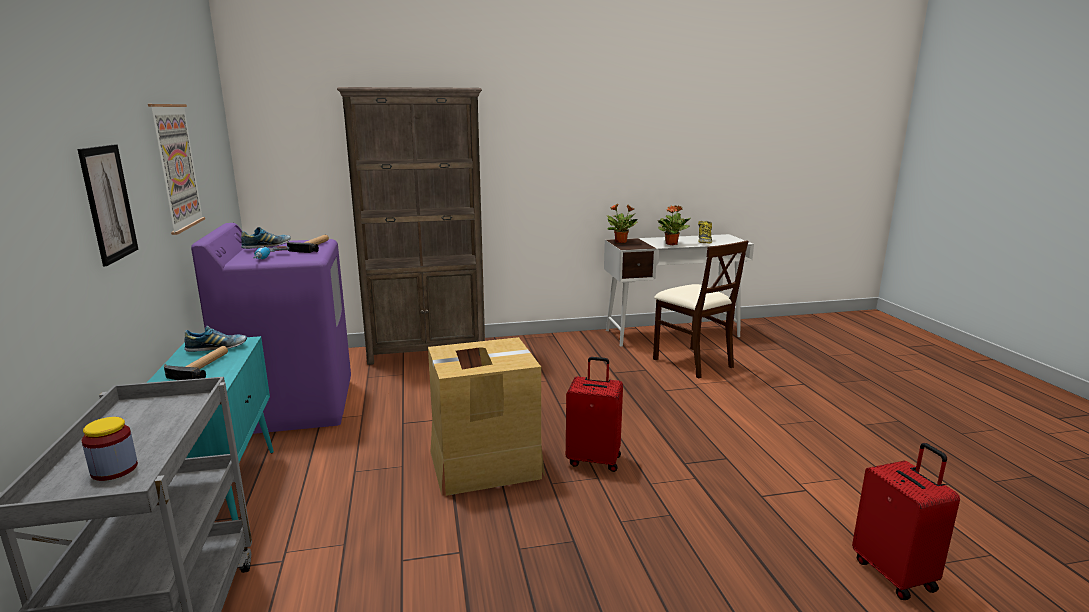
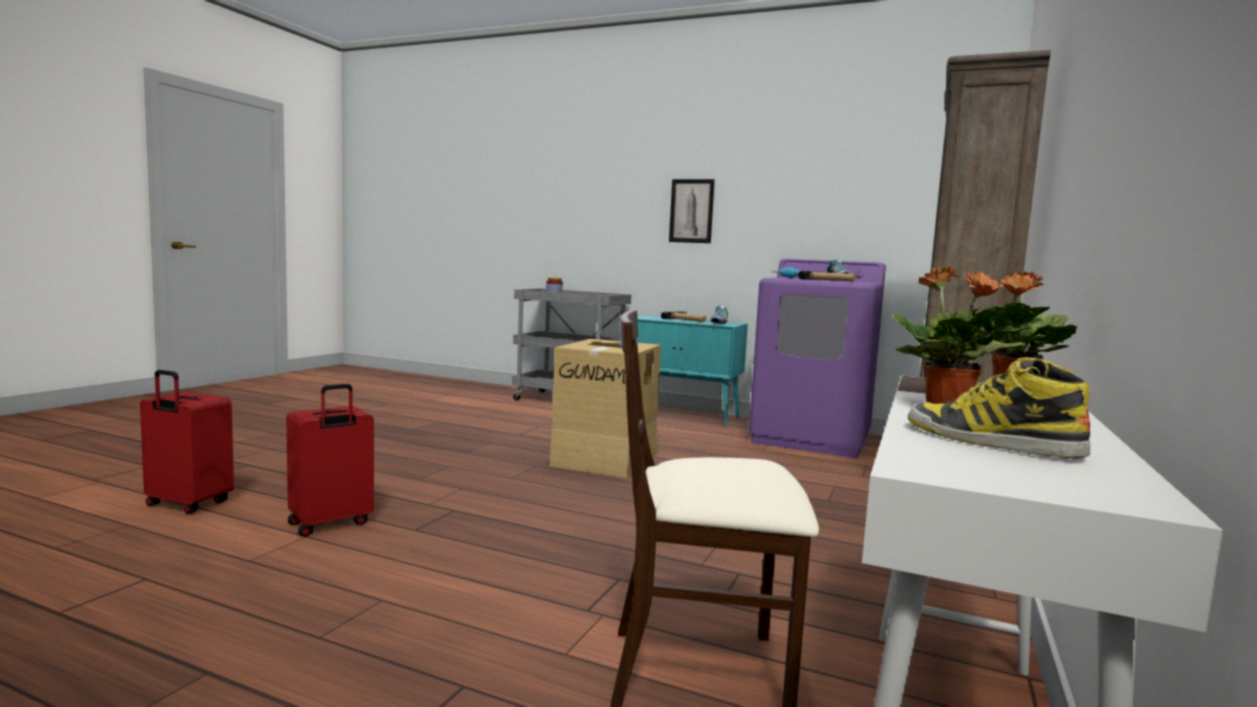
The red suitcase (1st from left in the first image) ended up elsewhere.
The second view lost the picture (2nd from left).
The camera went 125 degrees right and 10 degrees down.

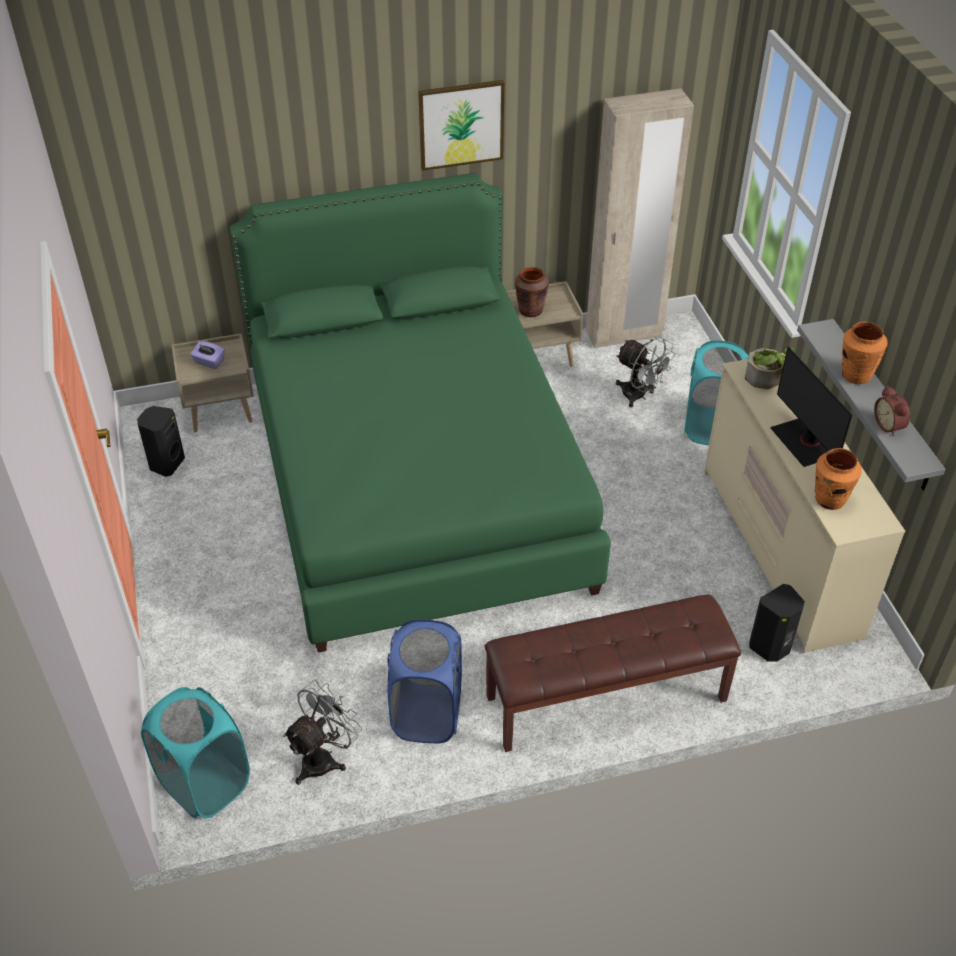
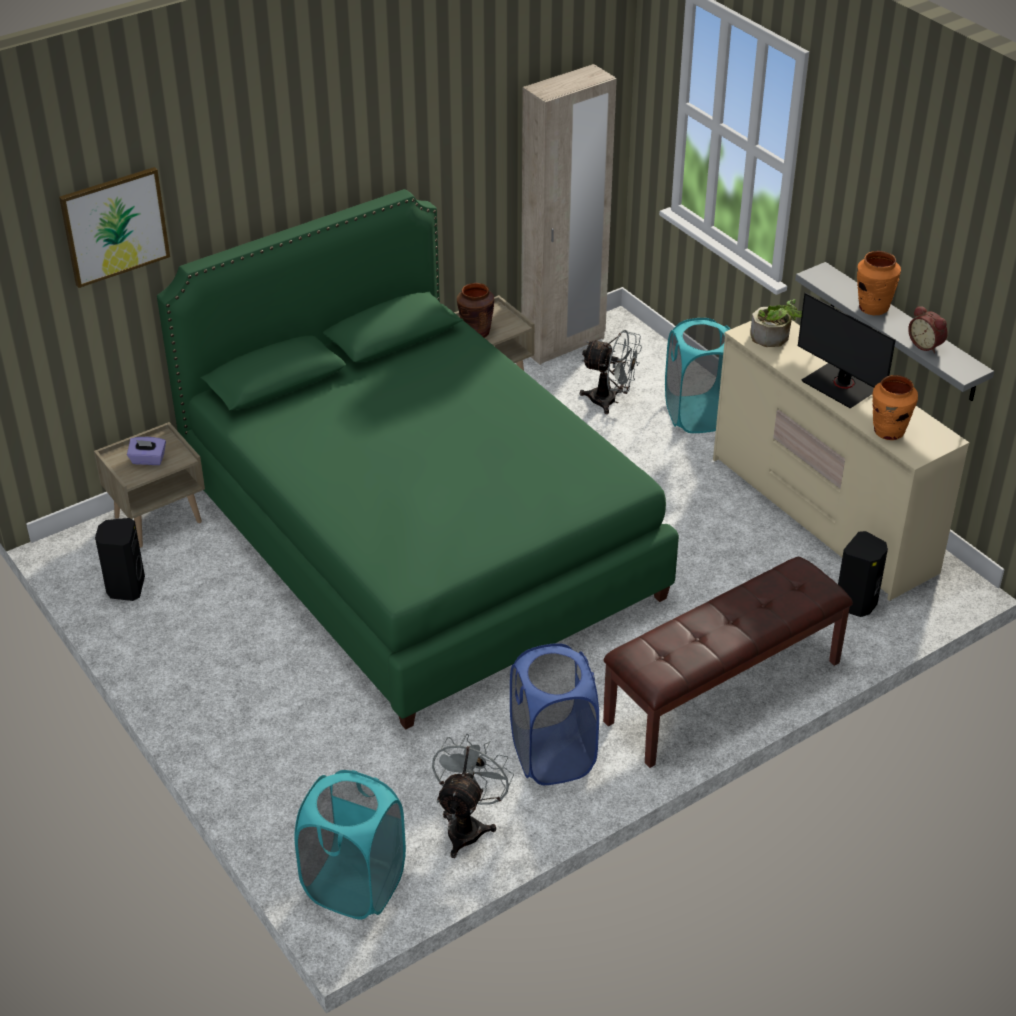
The picture ended up elsewhere.
The camera went 20 degrees left and 5 degrees down.

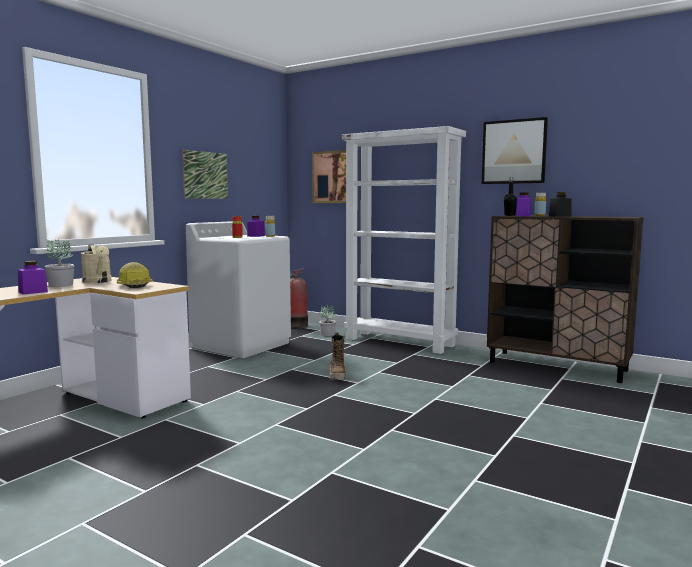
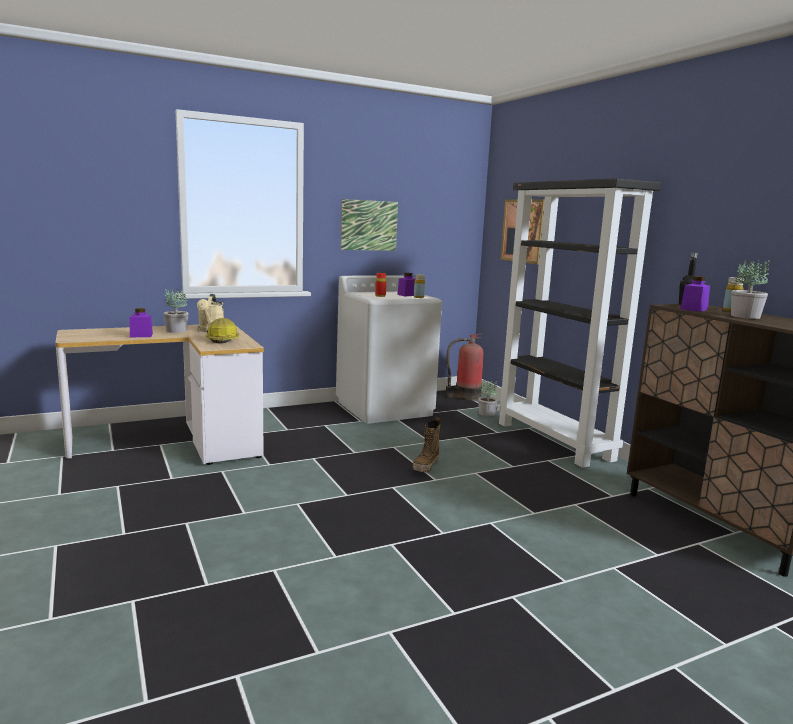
What was the white bookcase turned into the black bookcase.
Where the black jar stood, the potted plant (3rd from left) came to stand.
The second view lost the picture (3rd from left).
The camera went 30 degrees right and 5 degrees up.

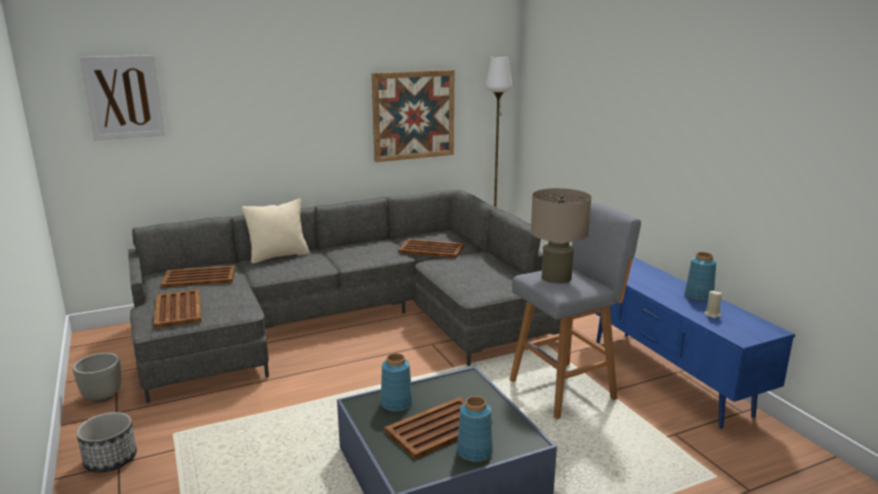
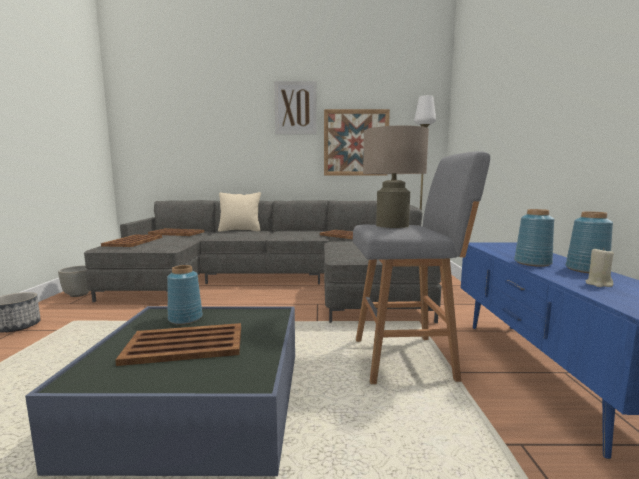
The picture (1st from left) ended up elsewhere.
The blue vase (2nd from left) ended up elsewhere.
The camera went 25 degrees right and 10 degrees down.

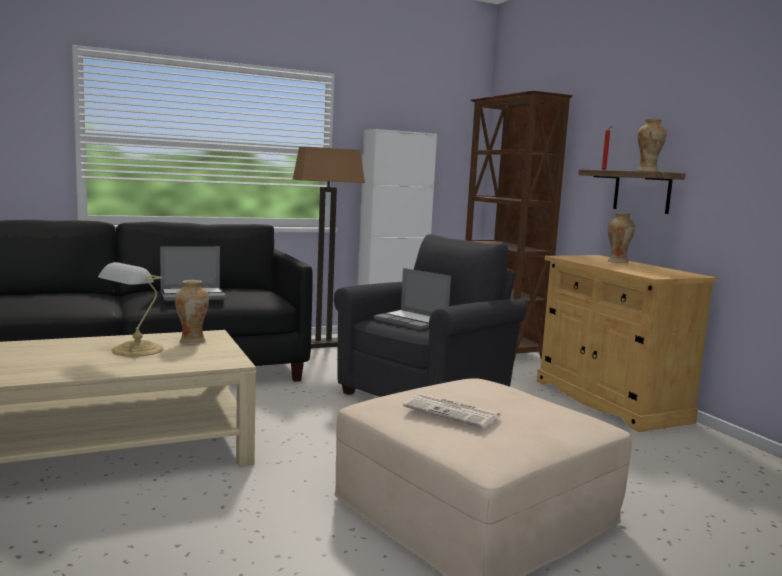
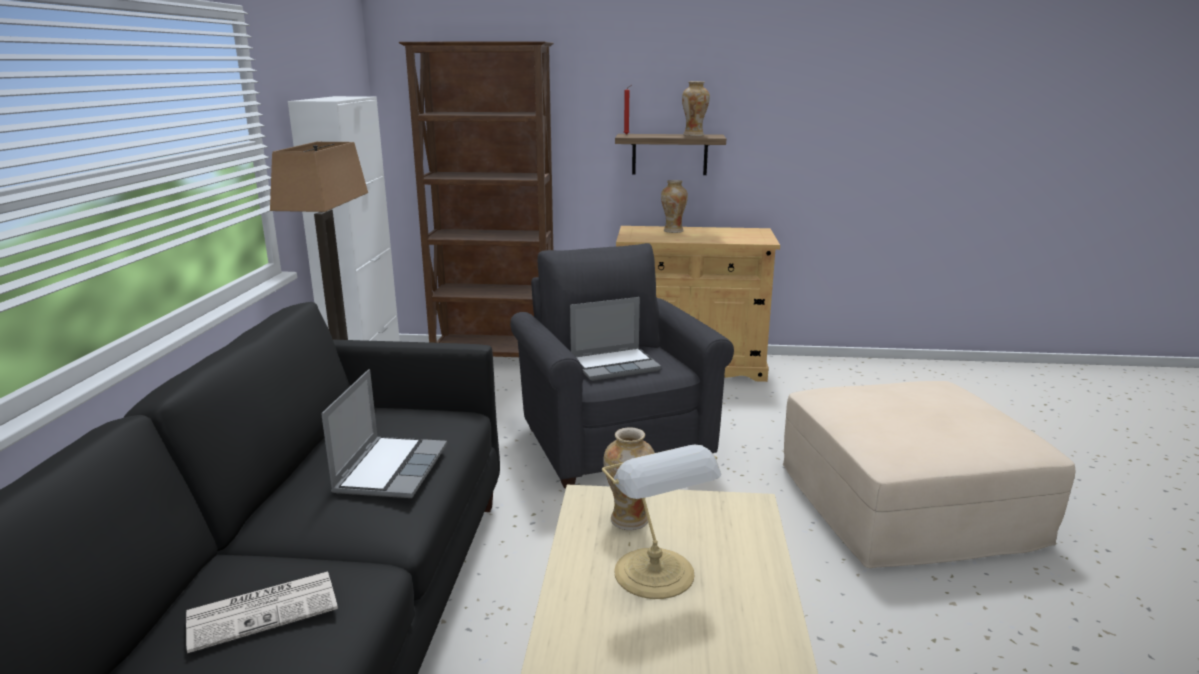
The newspaper ended up elsewhere.
The camera went 60 degrees left and 10 degrees up.

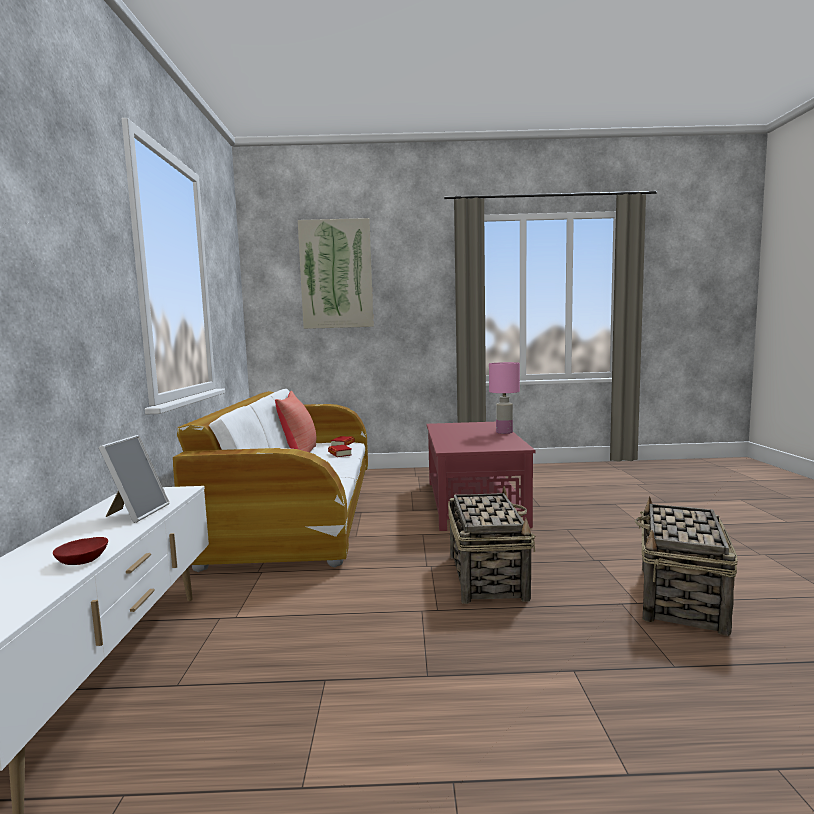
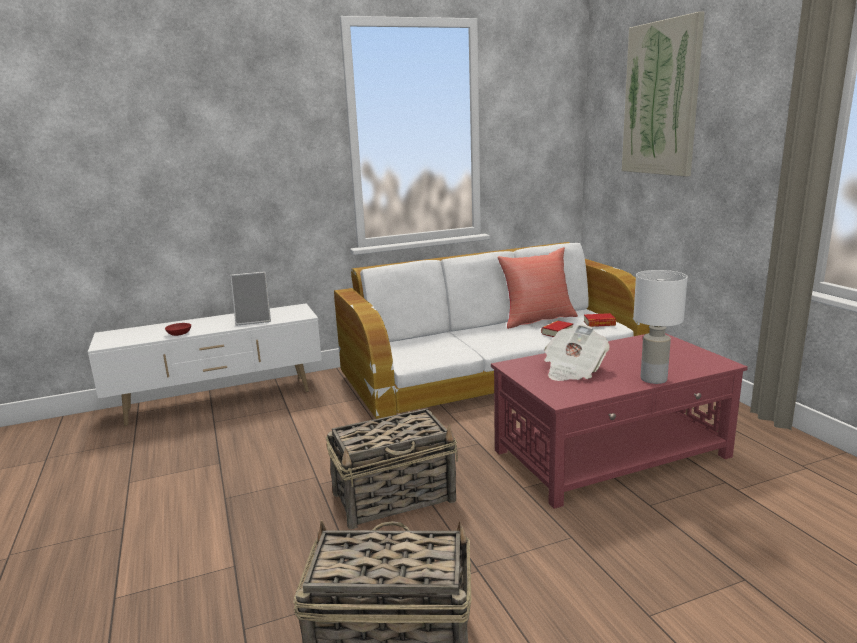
The second view gained the newspaper.
What was the pink table lamp turned into the white table lamp.
The camera went 70 degrees right and 10 degrees up.

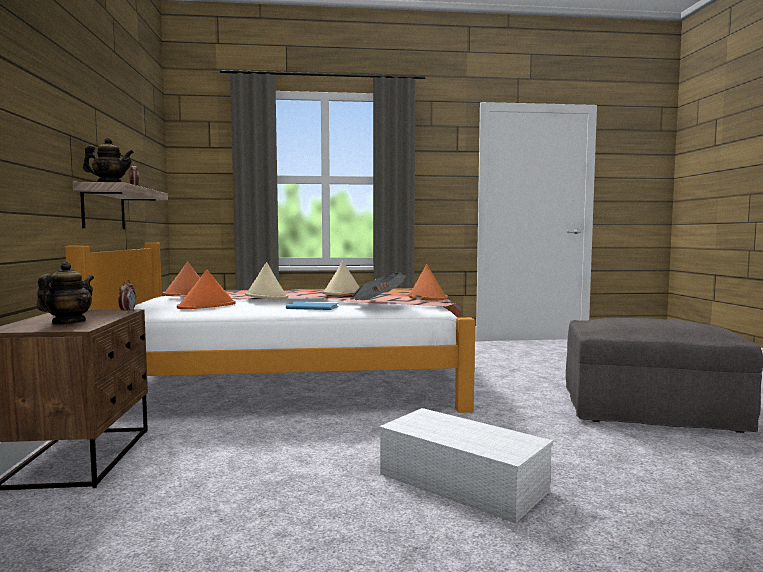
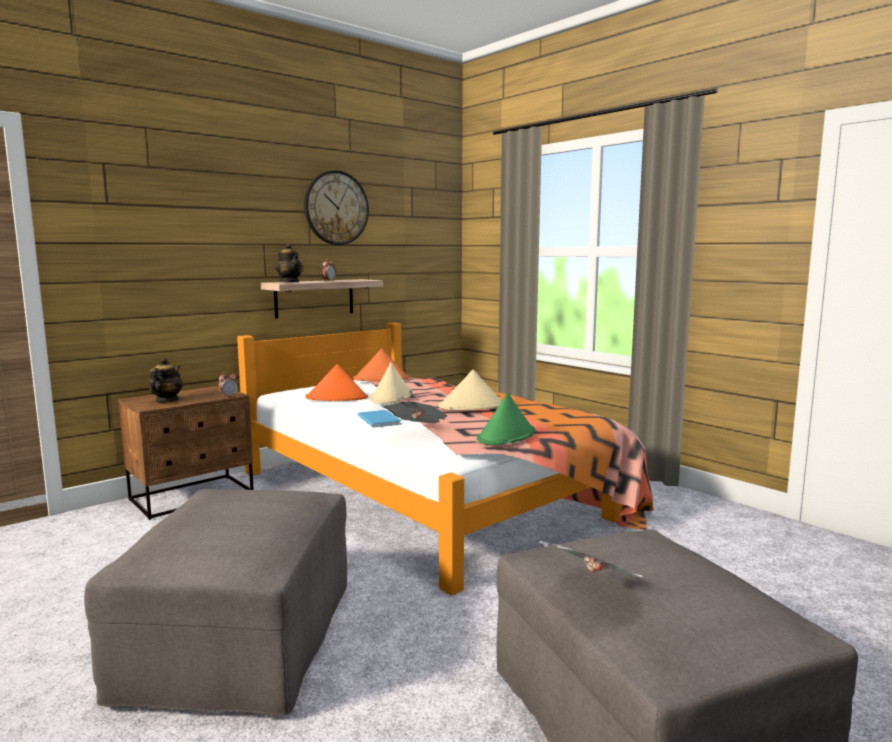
Where the white storage box stood, the grey ottoman (1st from left) came to stand.
The teapot (1st from left) ended up facing another way, 60 degrees counterclockwise from before.
The second view gained the wall clock.
What was the orange hat (3rd from left) turned into the green hat.
The second view gained the newspaper (2nd from left).
The camera went 55 degrees right and 5 degrees up.

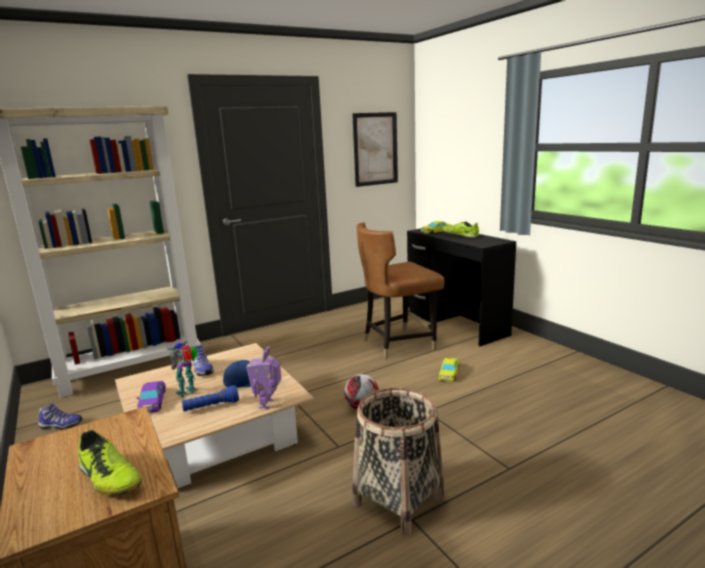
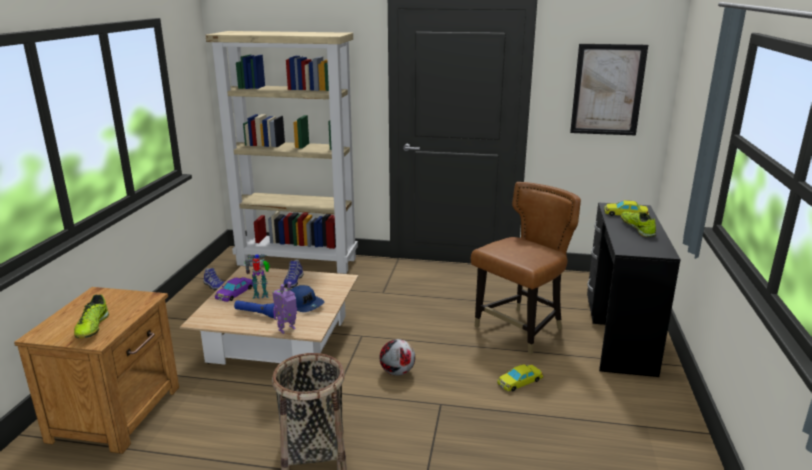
The brown chair ended up facing another way, 120 degrees clockwise from before.
The camera went 40 degrees right and 5 degrees up.

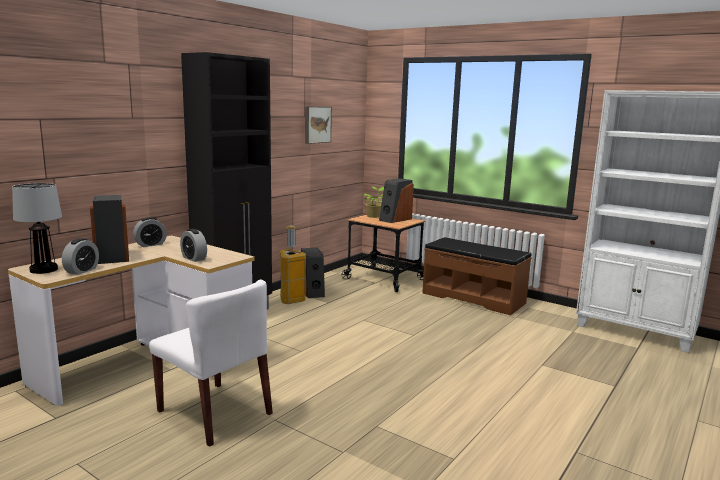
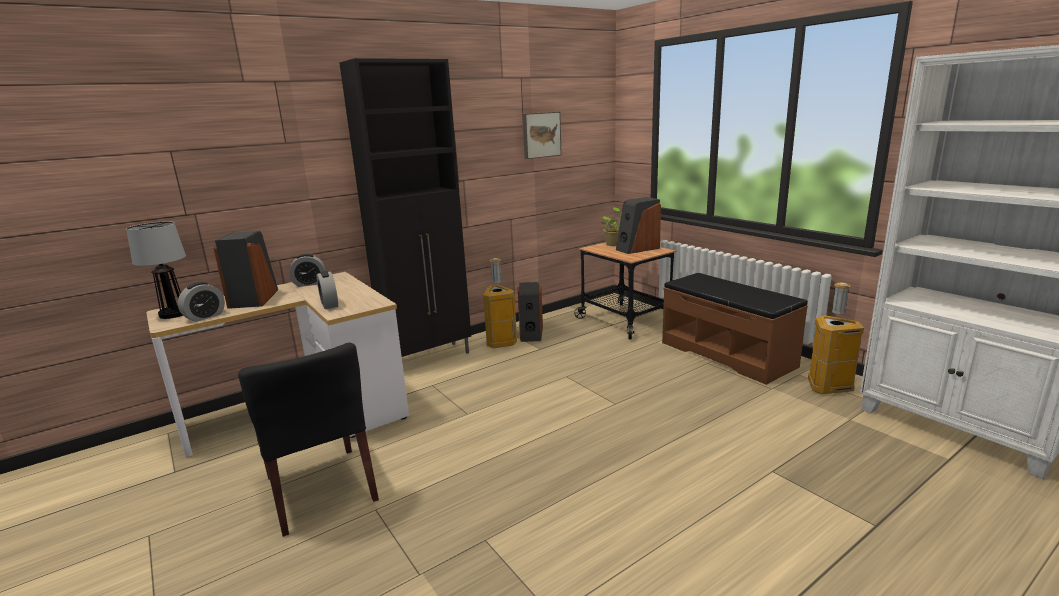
What was the white chair turned into the black chair.
The second view gained the trash can (2nd from left).
The camera went 20 degrees right and 5 degrees up.

